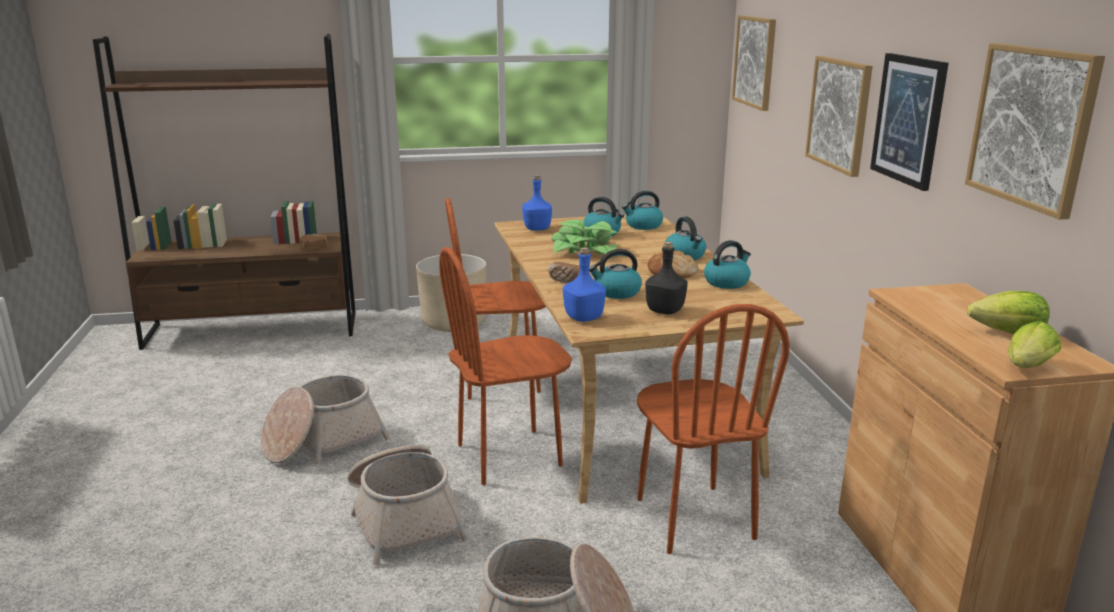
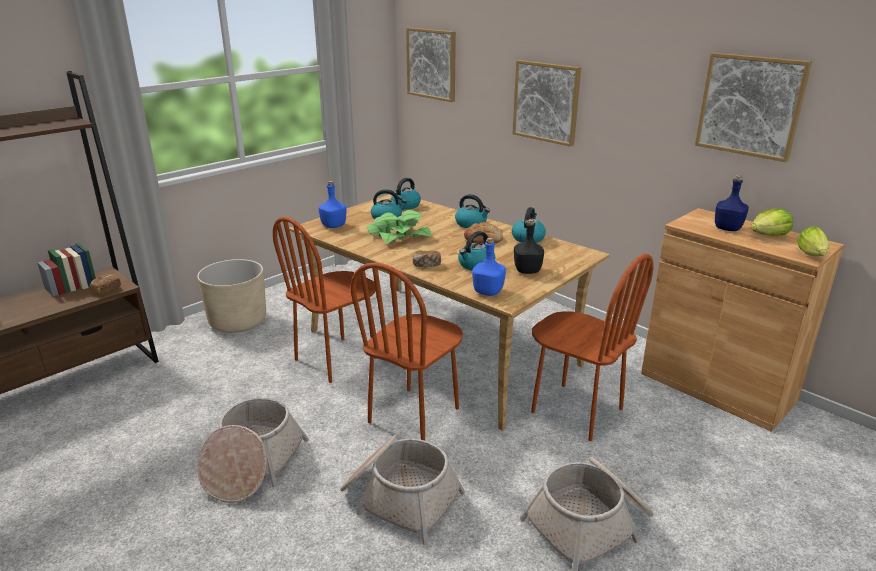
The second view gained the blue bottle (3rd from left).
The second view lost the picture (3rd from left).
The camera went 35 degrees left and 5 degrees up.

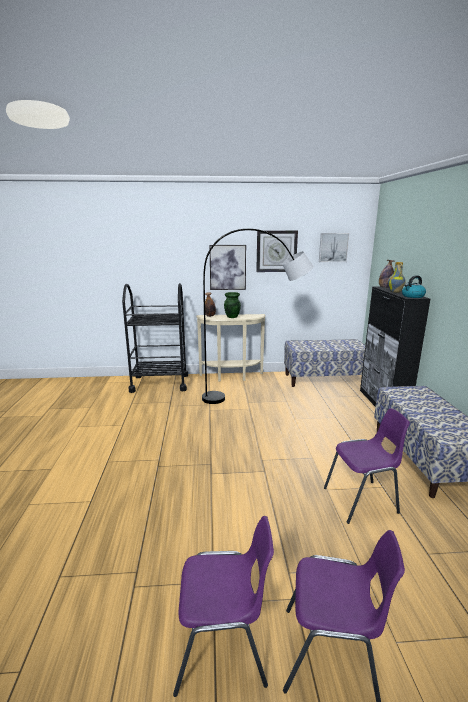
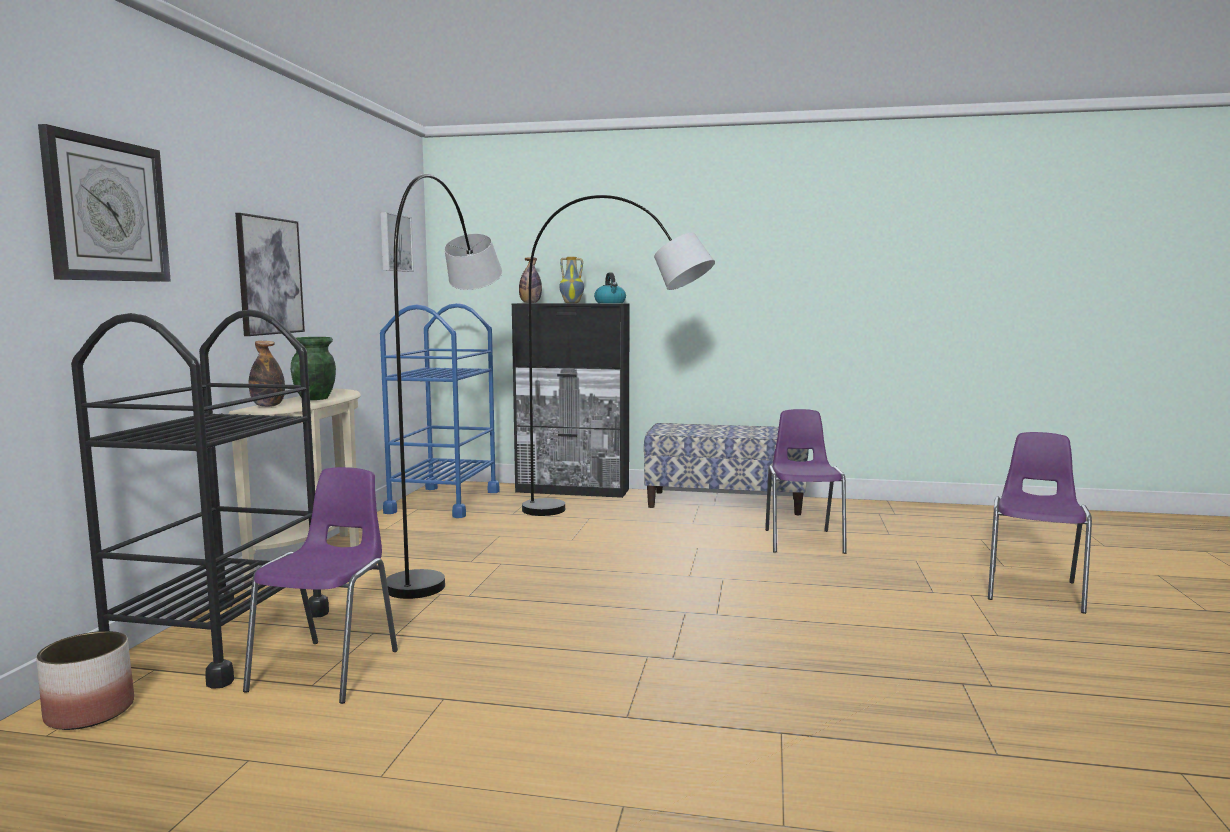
The second view gained the planter.
The wall clock ended up elsewhere.
The purple chair (1st from left) ended up elsewhere.
Where the bench (1st from left) stood, the blue cart came to stand.
The second view gained the grey floor lamp (2nd from left).
The camera went 75 degrees left and 10 degrees down.

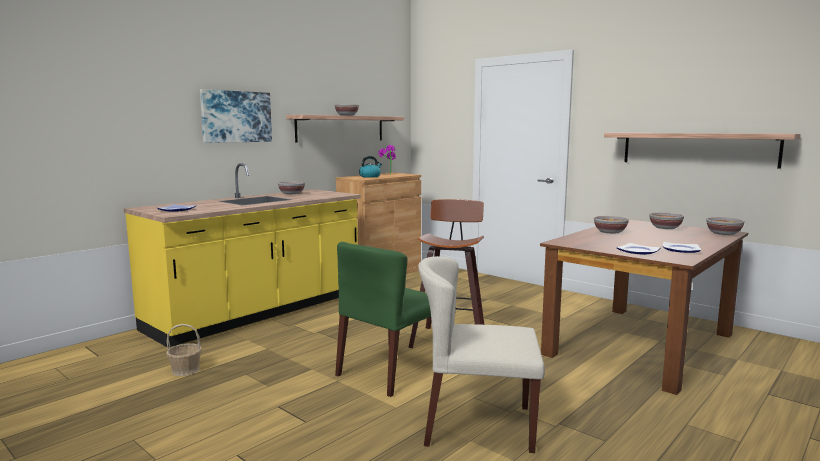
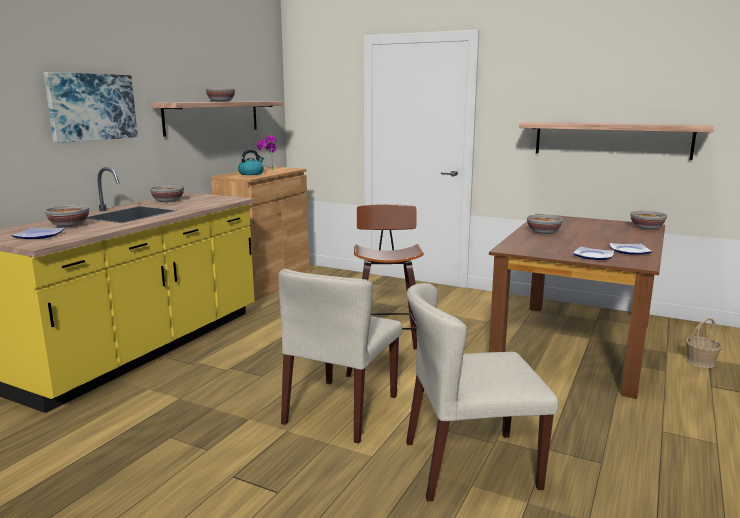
The bowl (4th from left in the first image) ended up elsewhere.
What was the green chair turned into the beige chair (1st from left).
The basket ended up elsewhere.
The camera went 15 degrees left and 5 degrees up.

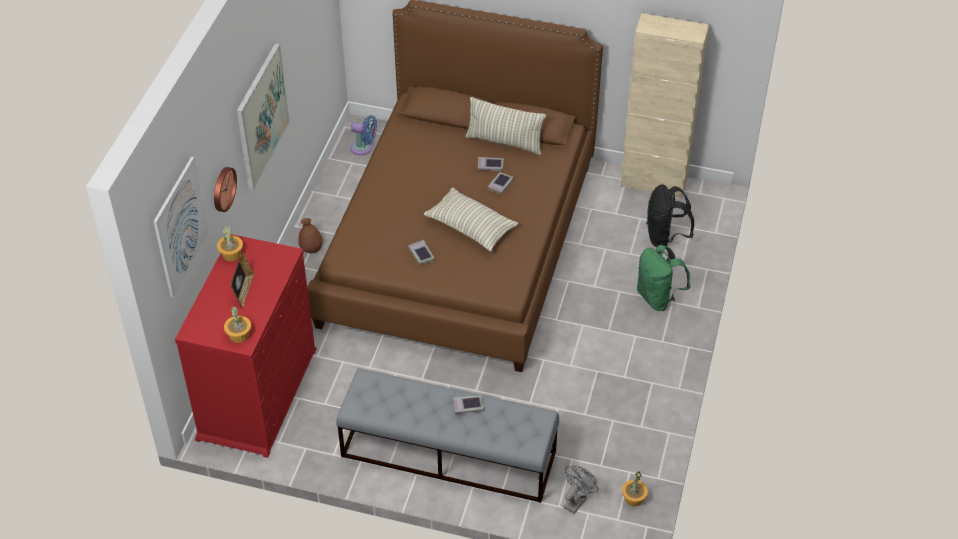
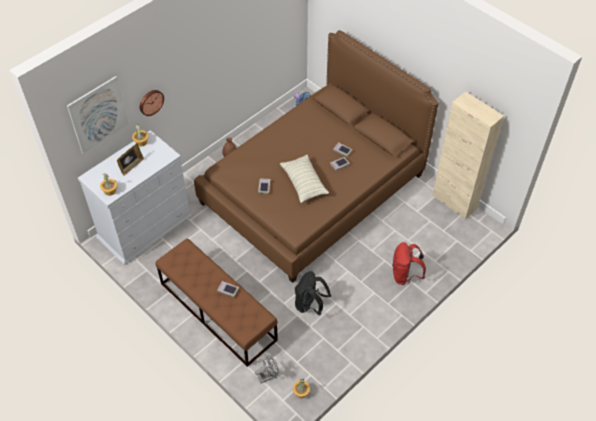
What was the red dresser turned into the white dresser.
What was the grey bench turned into the brown bench.
The black backpack ended up elsewhere.
What was the green backpack turned into the red backpack.
The second view lost the picture (2nd from left).
The second view lost the pillow (2nd from left).
The camera went 30 degrees right and 5 degrees up.

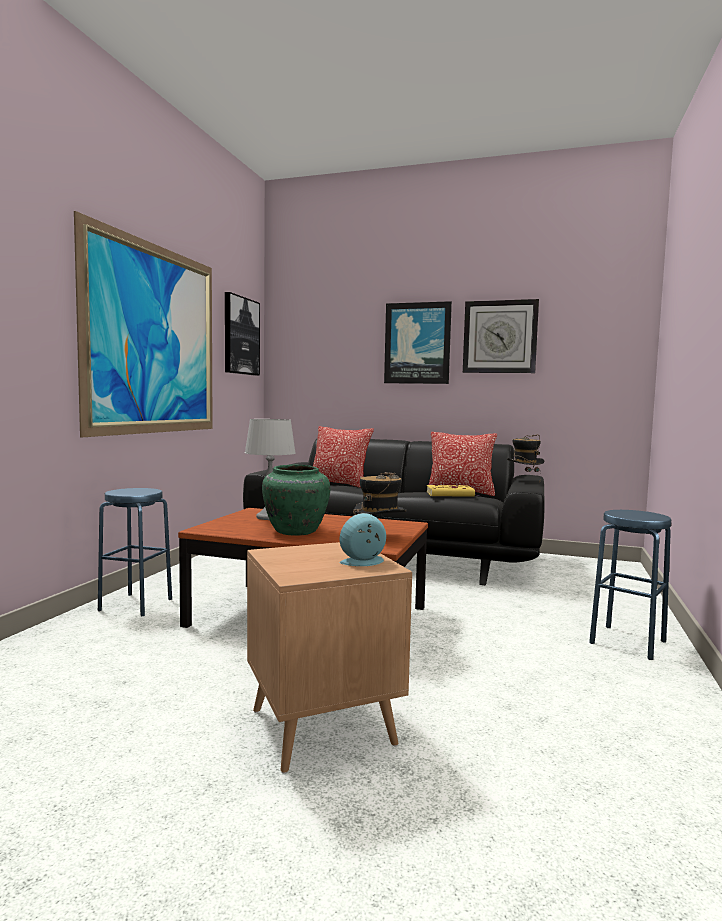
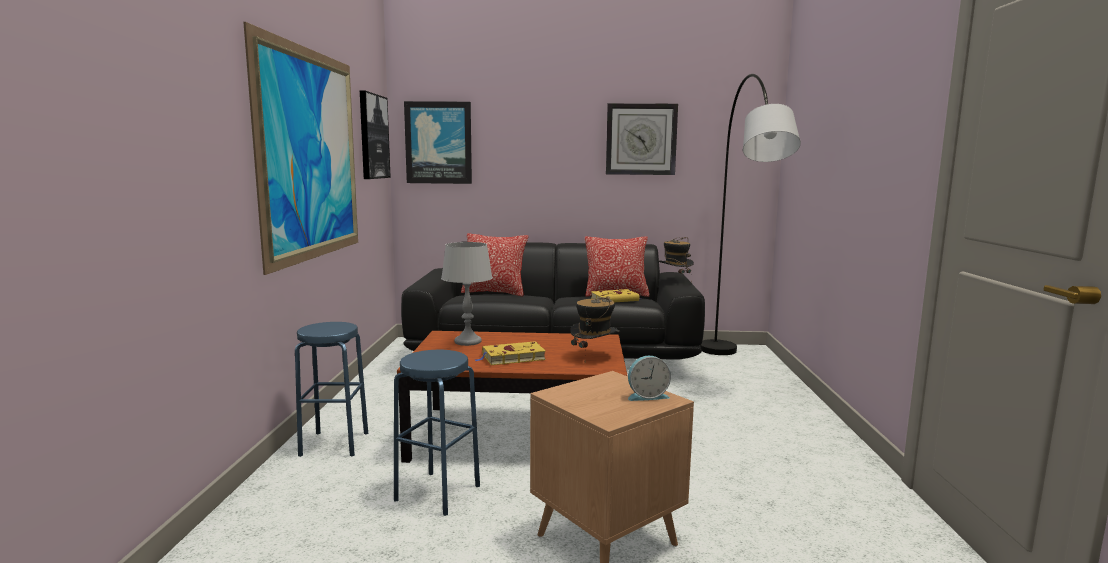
The blue stool (2nd from left) ended up elsewhere.
The picture (3rd from left) ended up elsewhere.
Where the green vase stood, the yellow book (1st from left) came to stand.
The alarm clock ended up facing another way, 150 degrees counterclockwise from before.
The second view gained the grey floor lamp.
The camera went 15 degrees left and 5 degrees up.

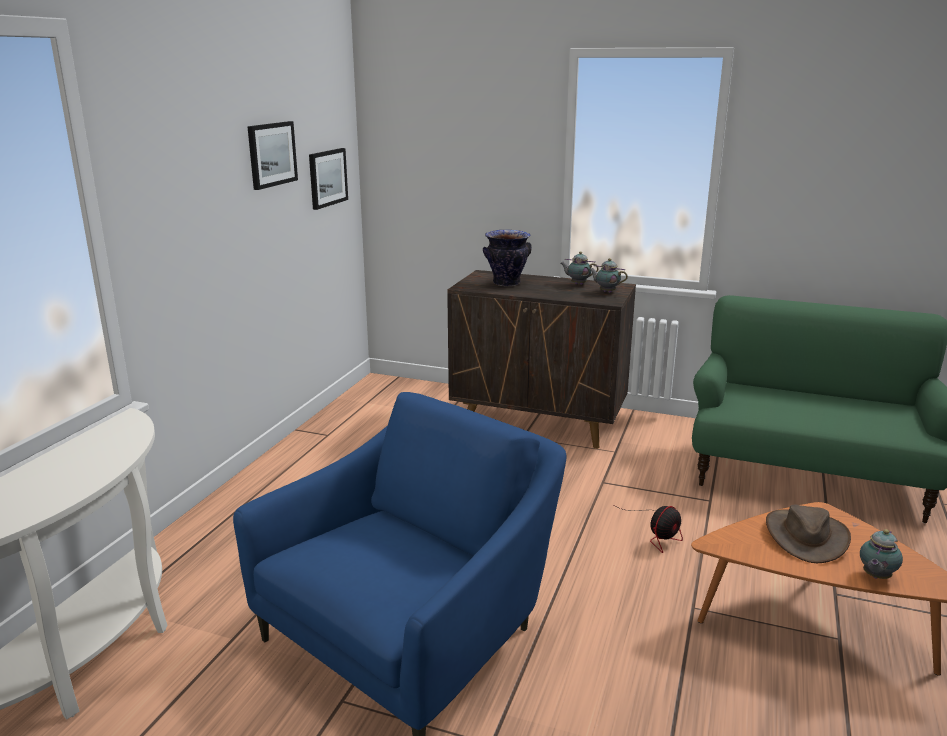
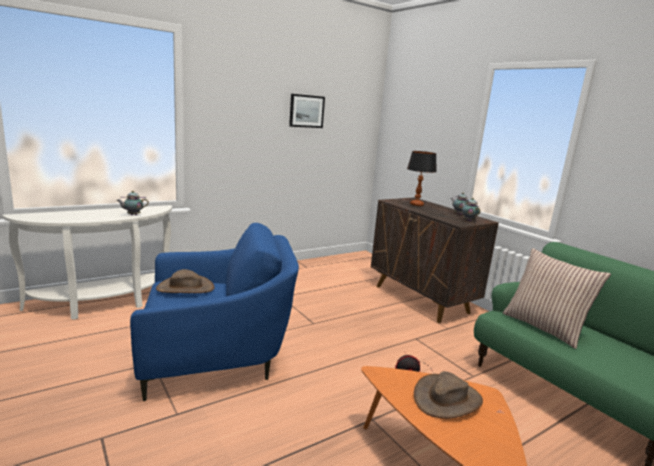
The teapot (3rd from left in the first image) ended up elsewhere.
The second view gained the brown hat (1st from left).
Where the vase stood, the table lamp came to stand.
The second view gained the pillow.
The second view lost the picture (2nd from left).
The camera went 35 degrees right and 5 degrees down.

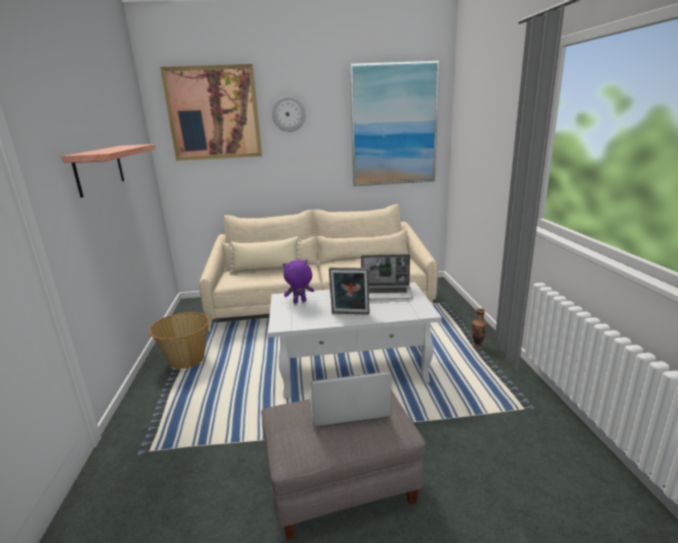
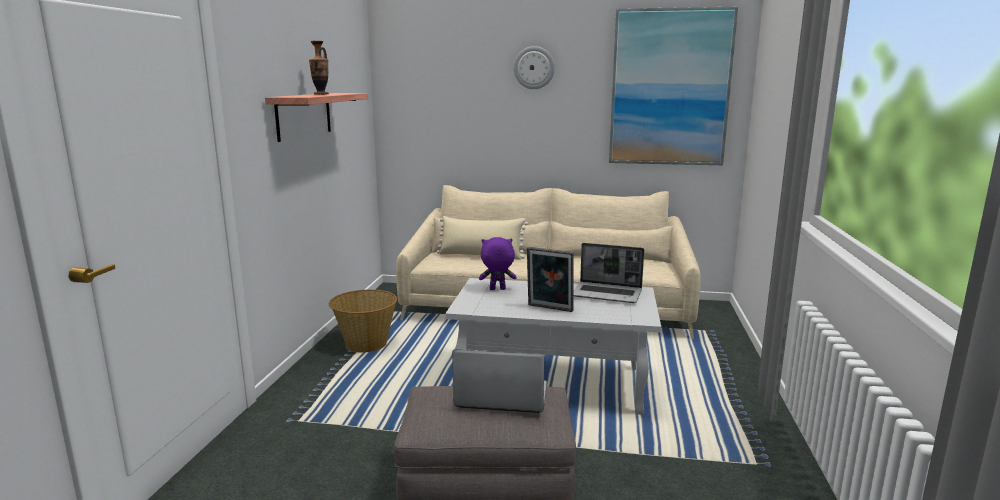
The vase ended up elsewhere.
The second view lost the picture (1st from left).
The camera went 15 degrees right and 5 degrees down.

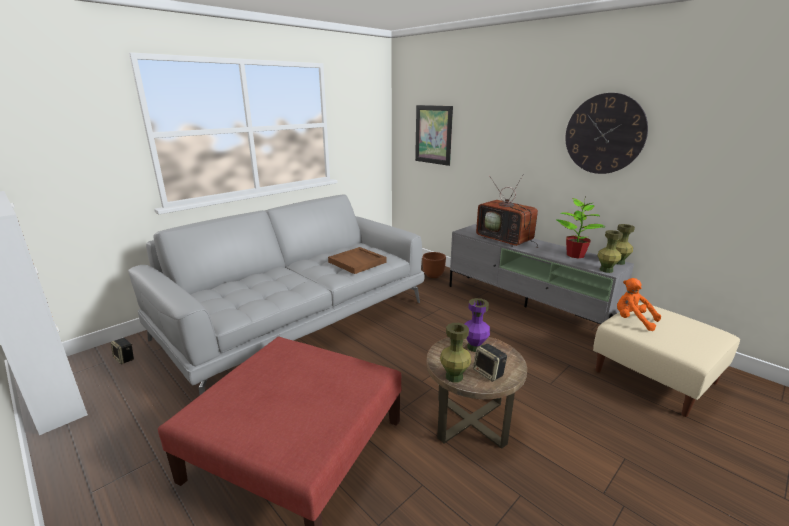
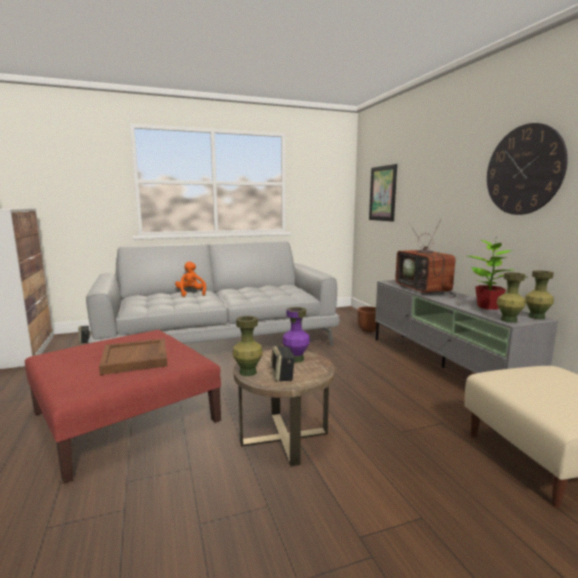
The brown tray ended up elsewhere.
The orange plush toy ended up elsewhere.
The camera went 25 degrees right and 10 degrees down.

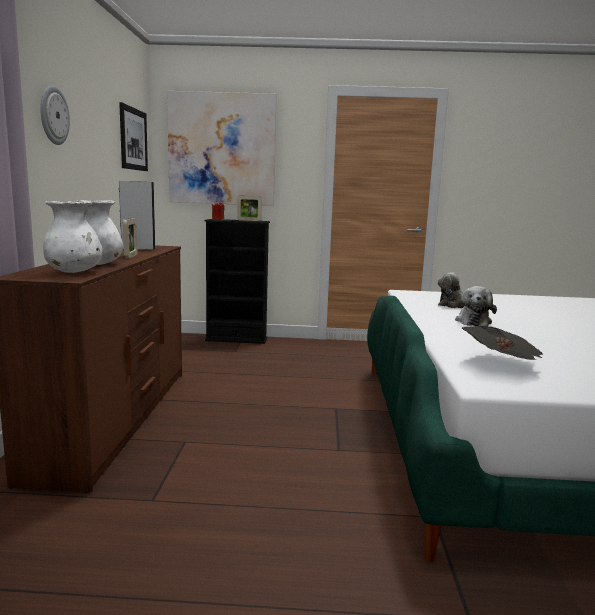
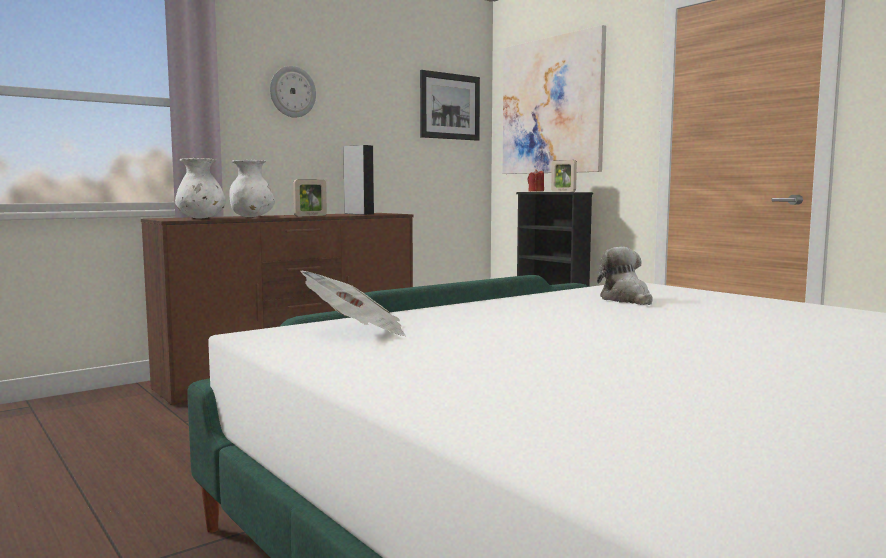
The second view lost the plush toy (2nd from left).
The camera went 50 degrees right and 5 degrees down.

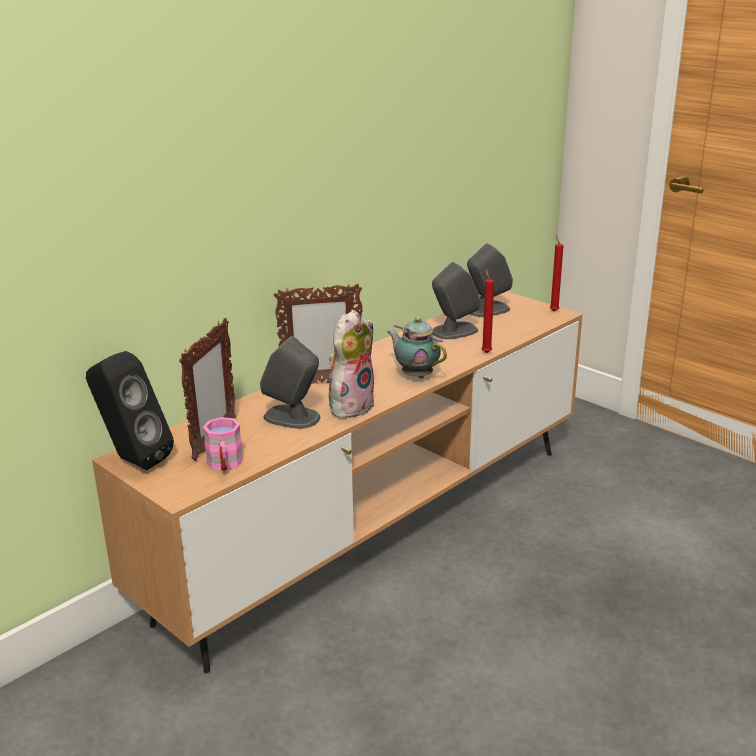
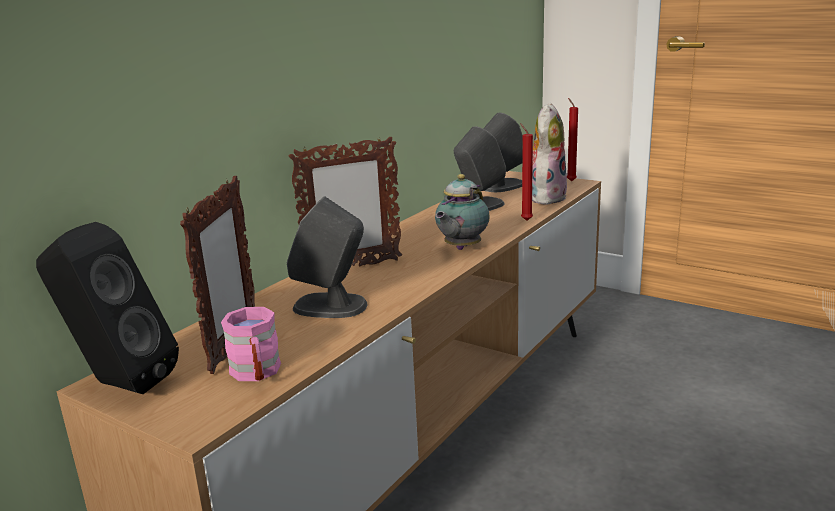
The teapot ended up facing another way, 90 degrees counterclockwise from before.
The plush toy ended up elsewhere.
The camera went 10 degrees left and 5 degrees down.

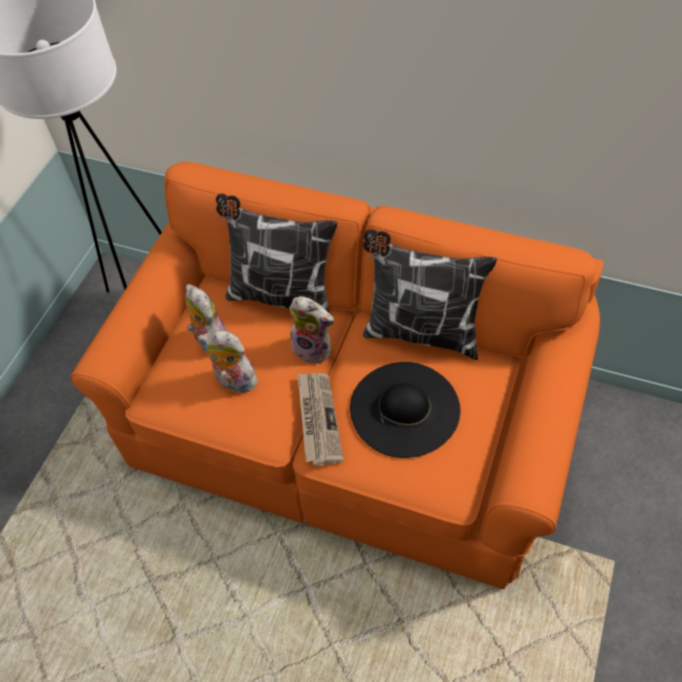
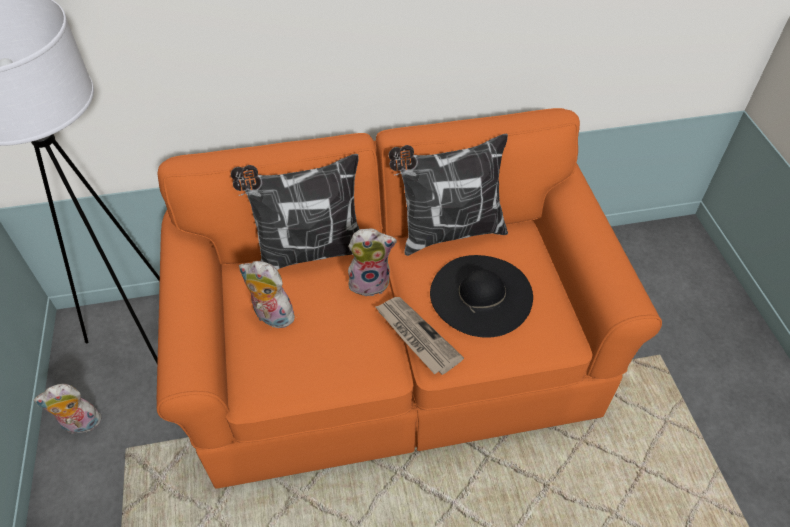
The plush toy (2nd from left in the first image) ended up elsewhere.
The camera went 35 degrees left and 5 degrees down.

